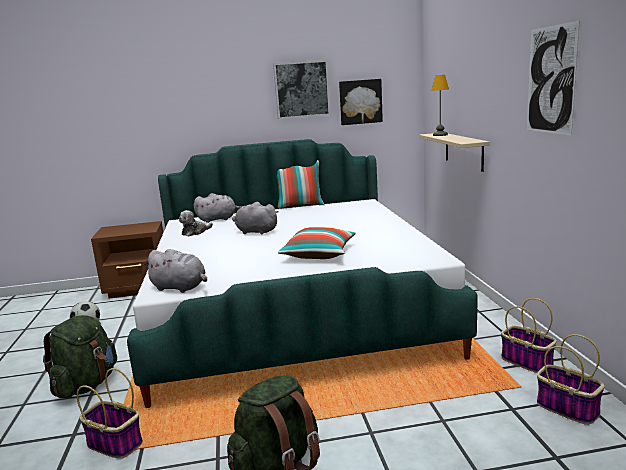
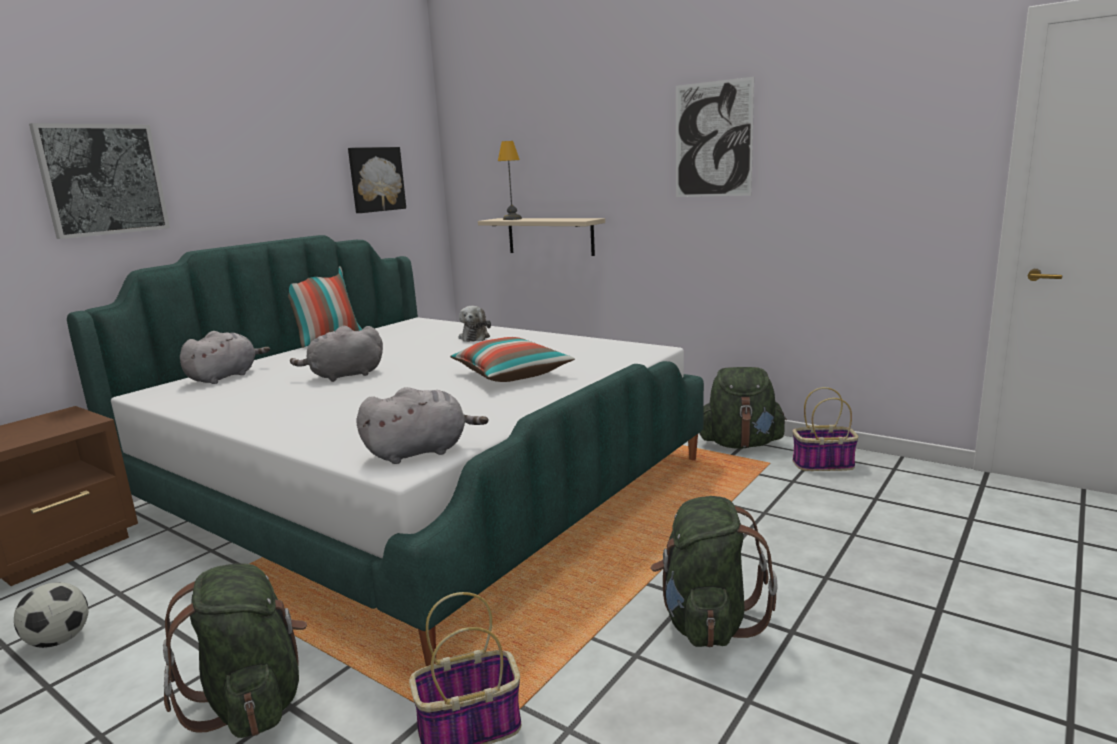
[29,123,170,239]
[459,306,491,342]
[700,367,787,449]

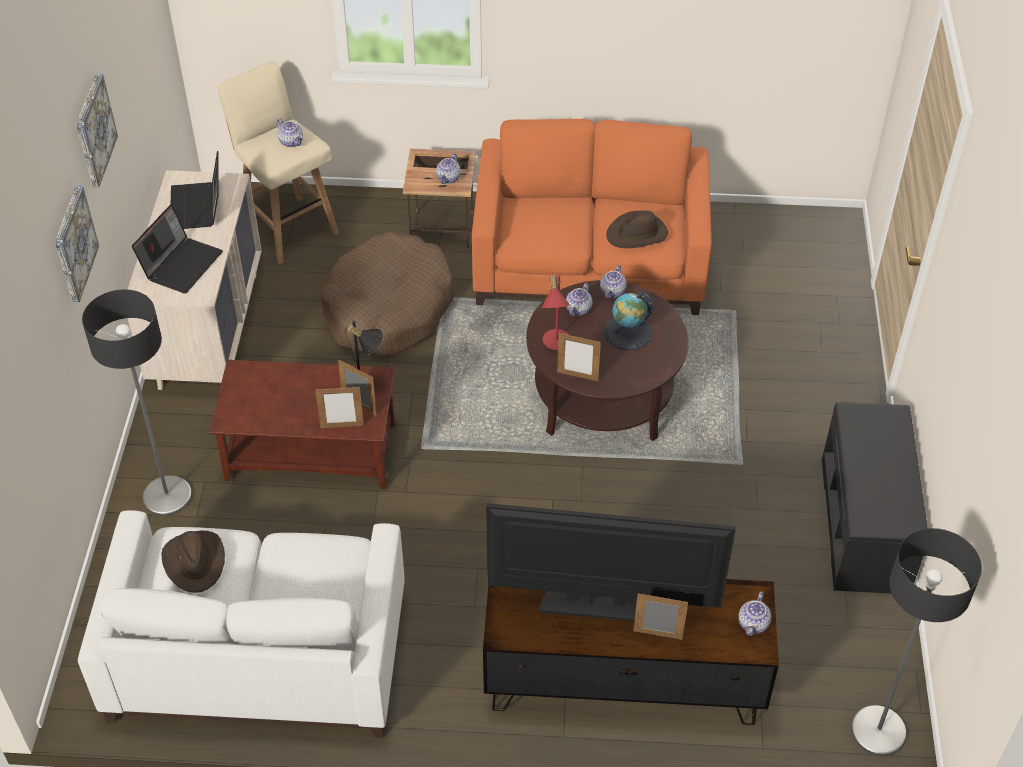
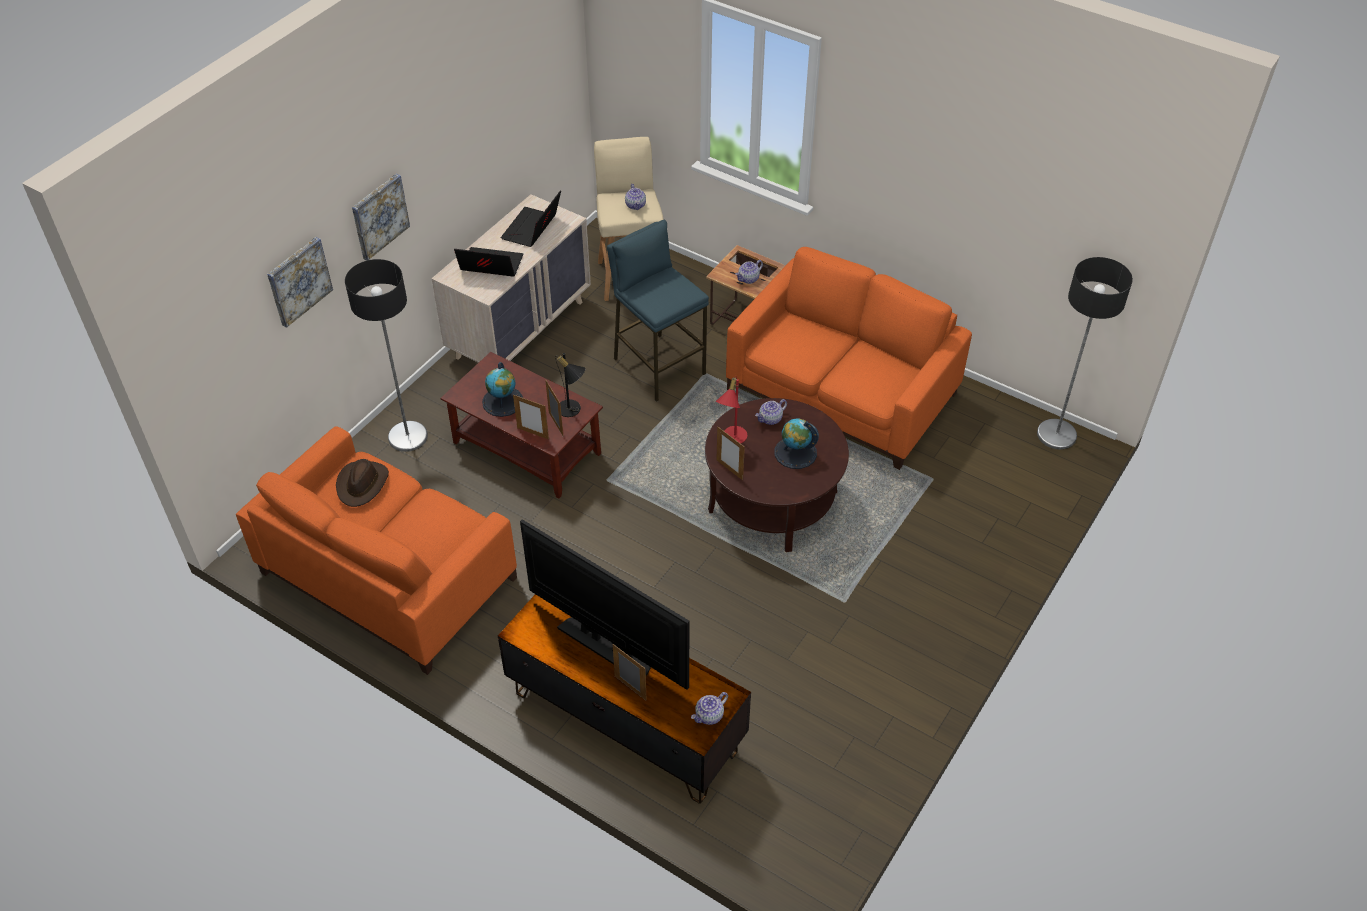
[236,426,517,675]
[267,237,333,328]
[454,247,523,277]
[482,362,523,417]
[607,220,709,402]
[1037,257,1133,449]
[600,265,627,299] (first image)
[607,211,668,248] (first image)
[822,402,928,594] (first image)

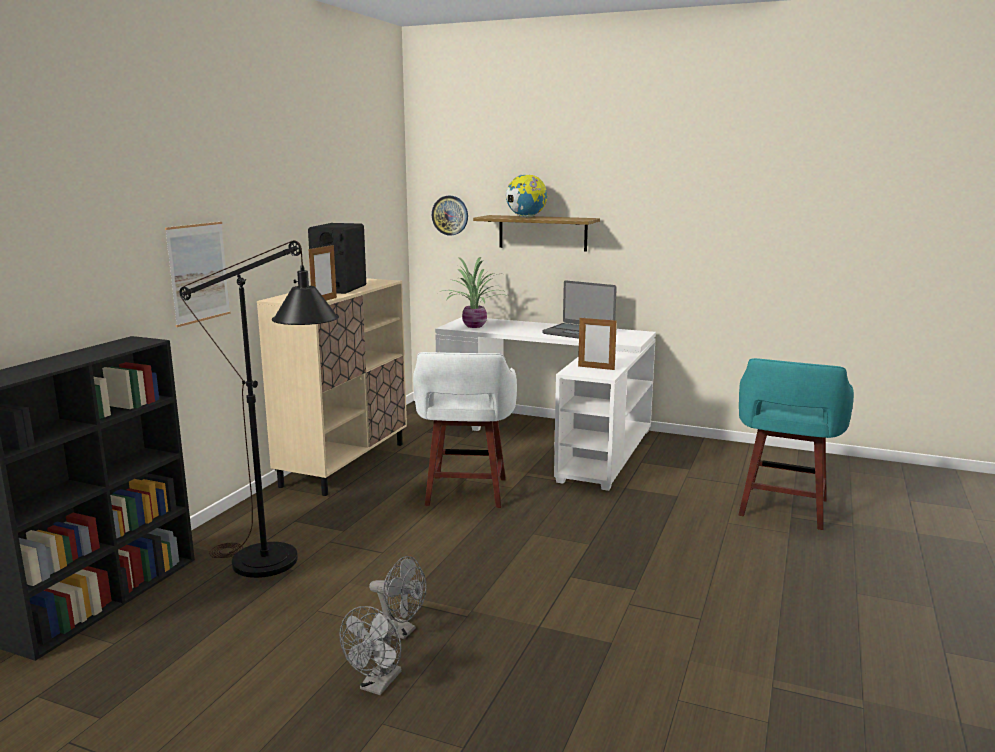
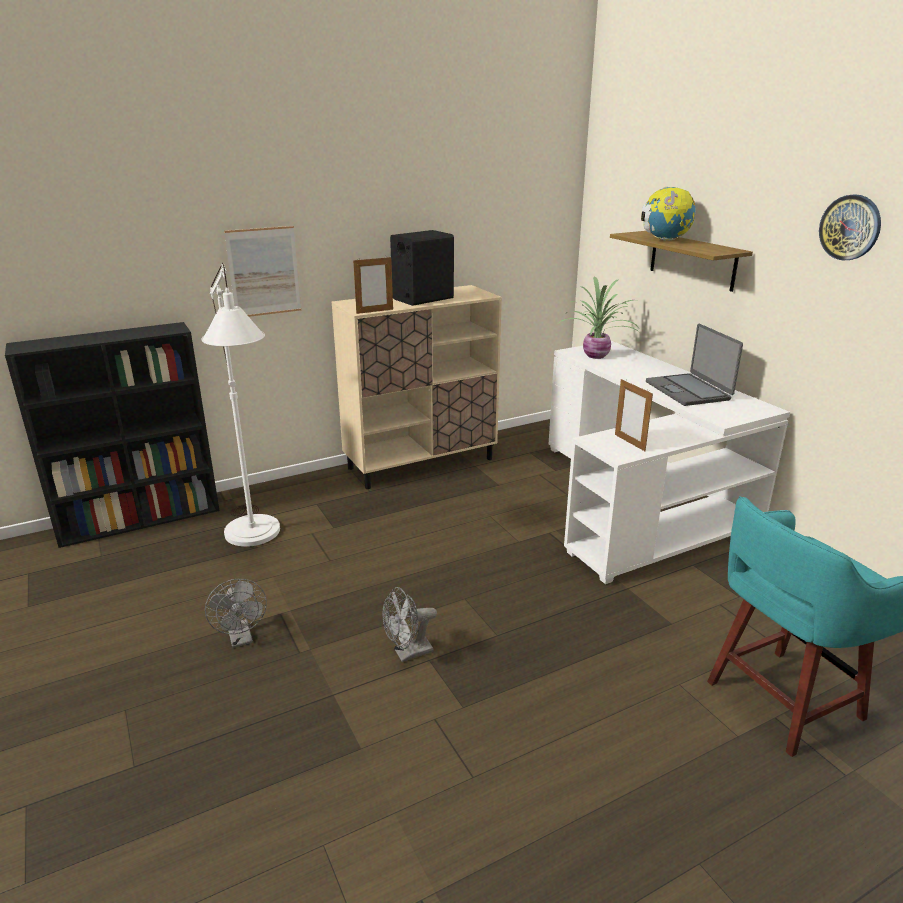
[201,263,280,547]
[382,587,437,662]
[819,194,881,260]
[413,352,517,508] (first image)

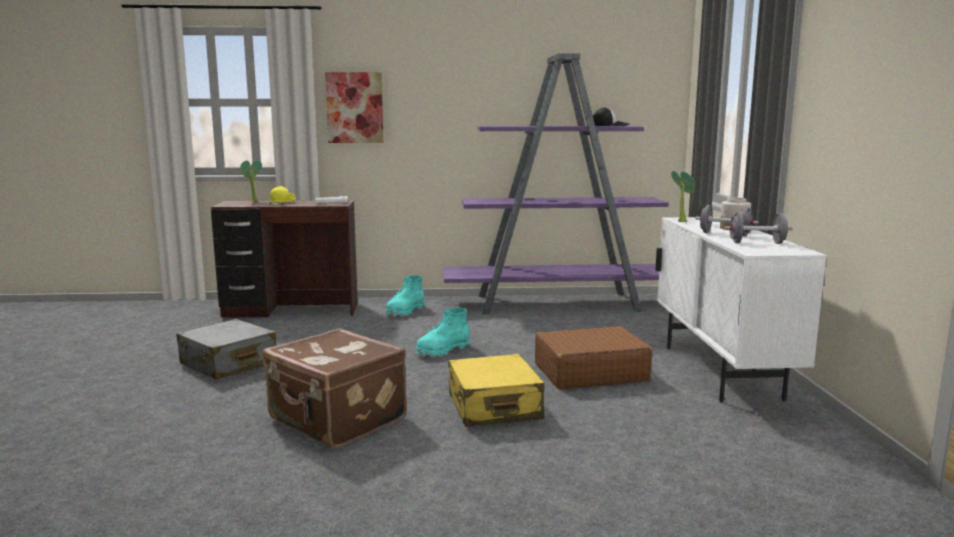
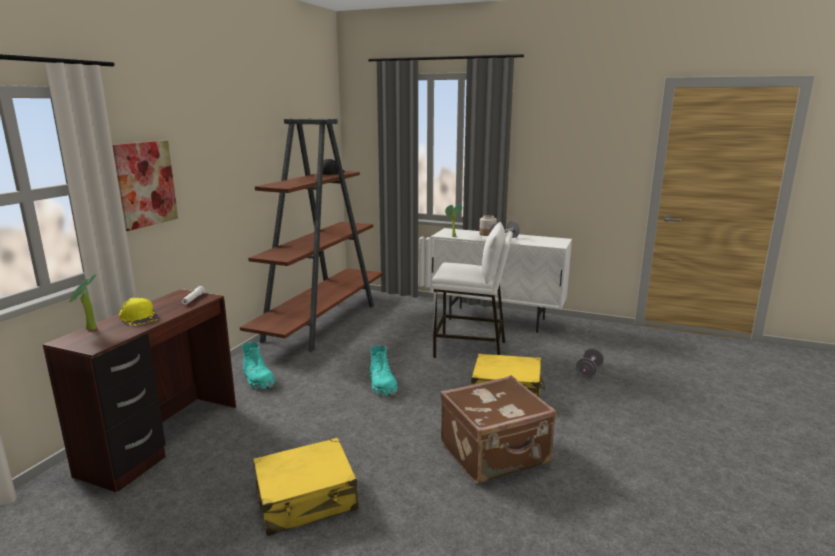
[240,118,383,352]
[253,438,359,536]
[432,222,513,358]
[576,348,604,378]

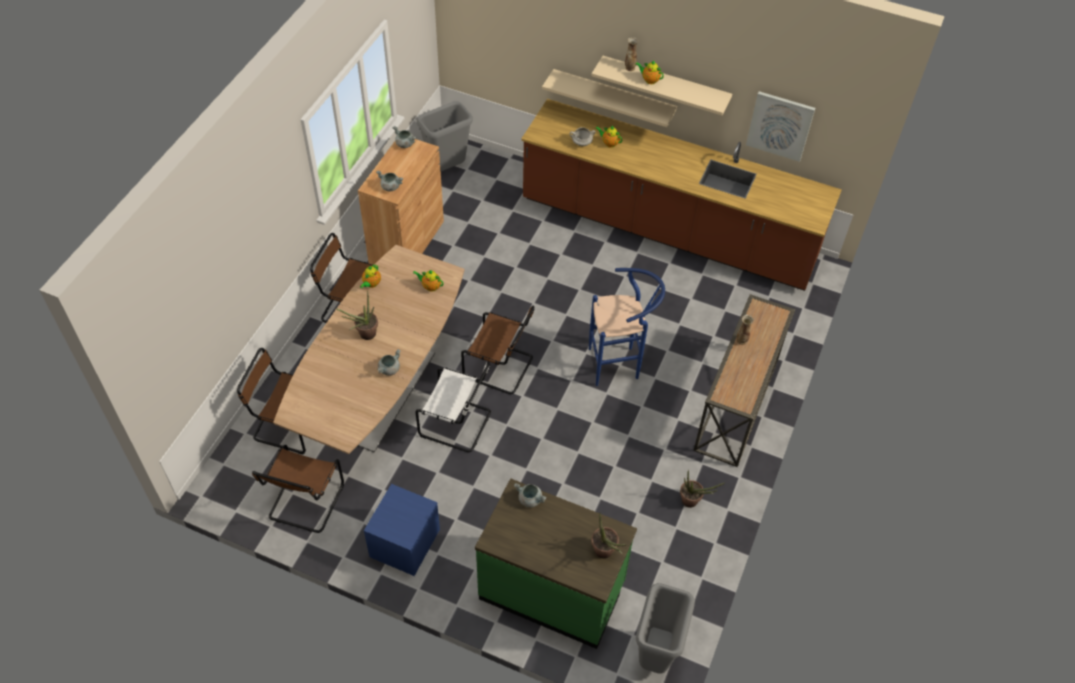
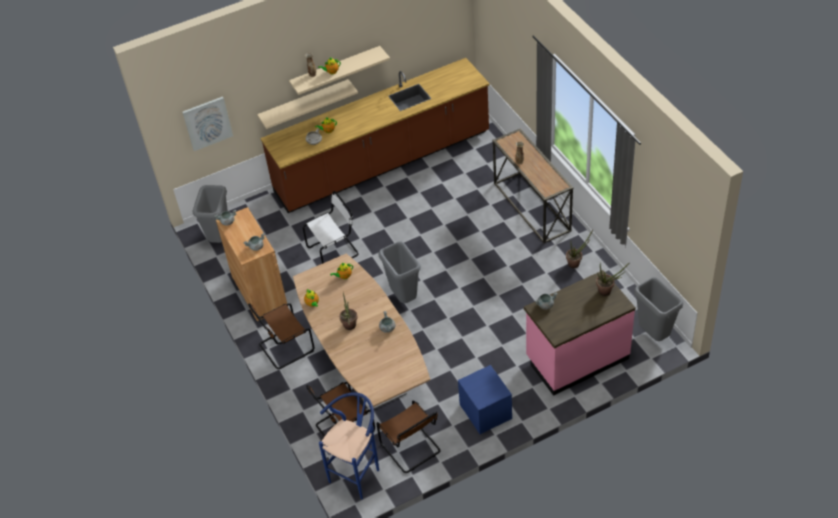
[183,96,233,151]
[303,191,359,264]
[319,392,379,500]
[379,241,421,303]
[524,270,636,396]

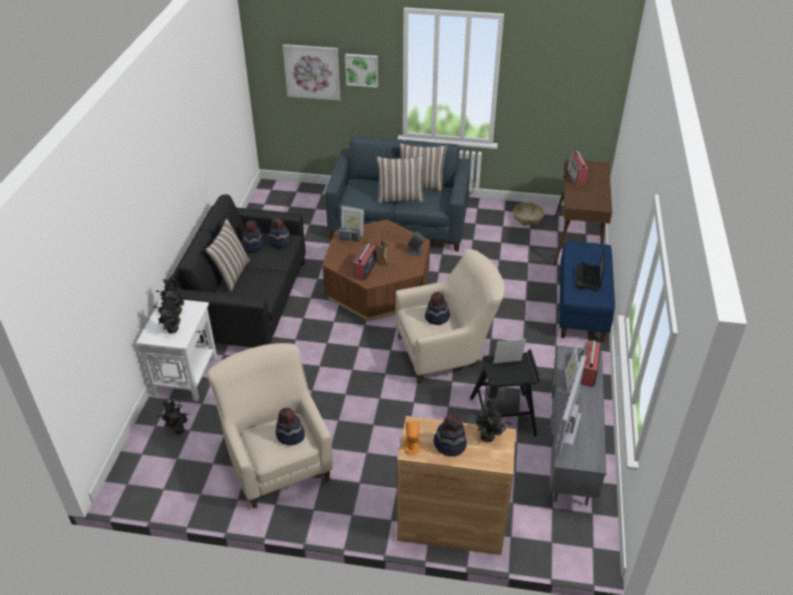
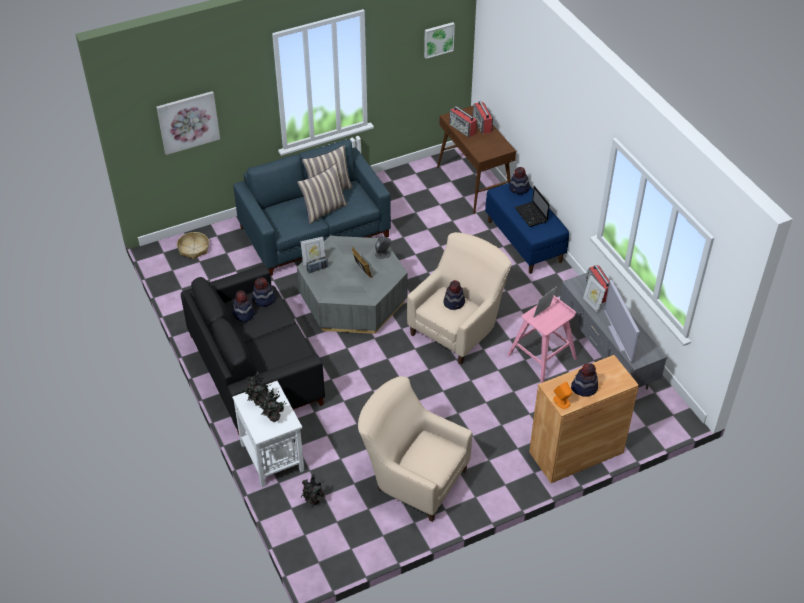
[177,232,209,259]
[297,236,408,334]
[424,22,455,59]
[472,101,493,134]
[507,296,577,383]
[509,167,530,194]
[205,218,250,292] (first image)
[473,398,512,442] (first image)

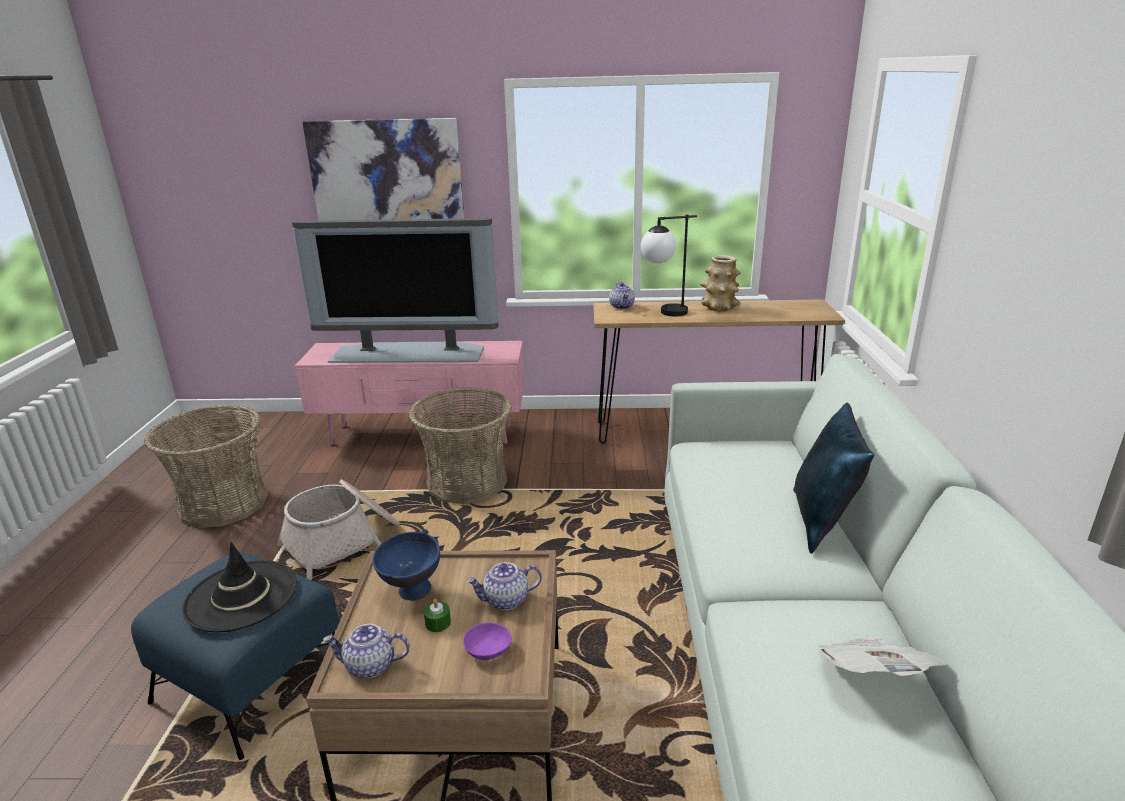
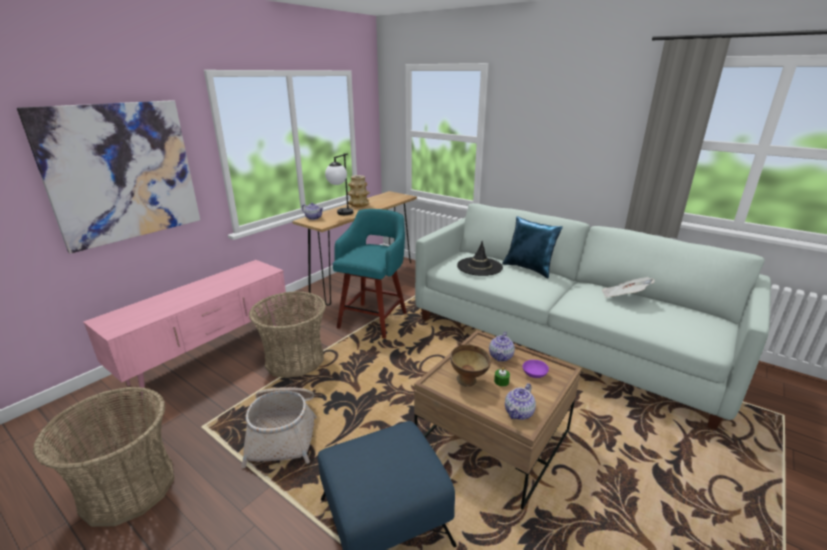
[333,209,407,339]
[450,343,491,387]
[457,241,503,276]
[292,218,499,363] (first image)

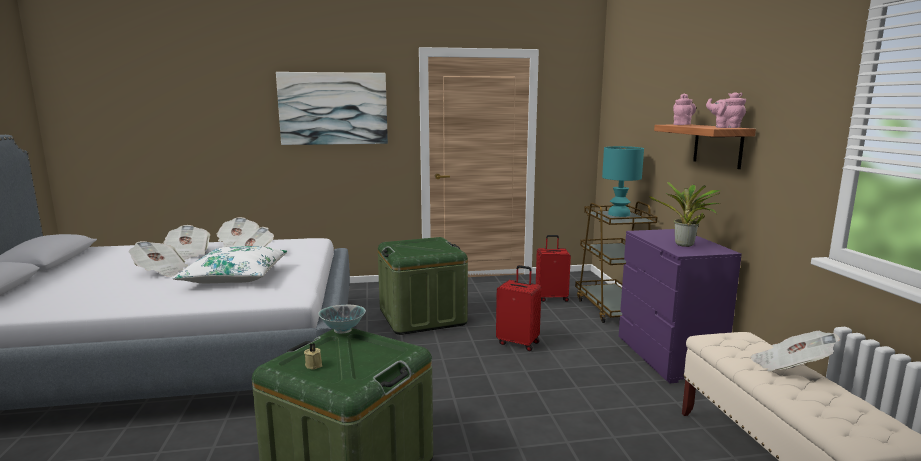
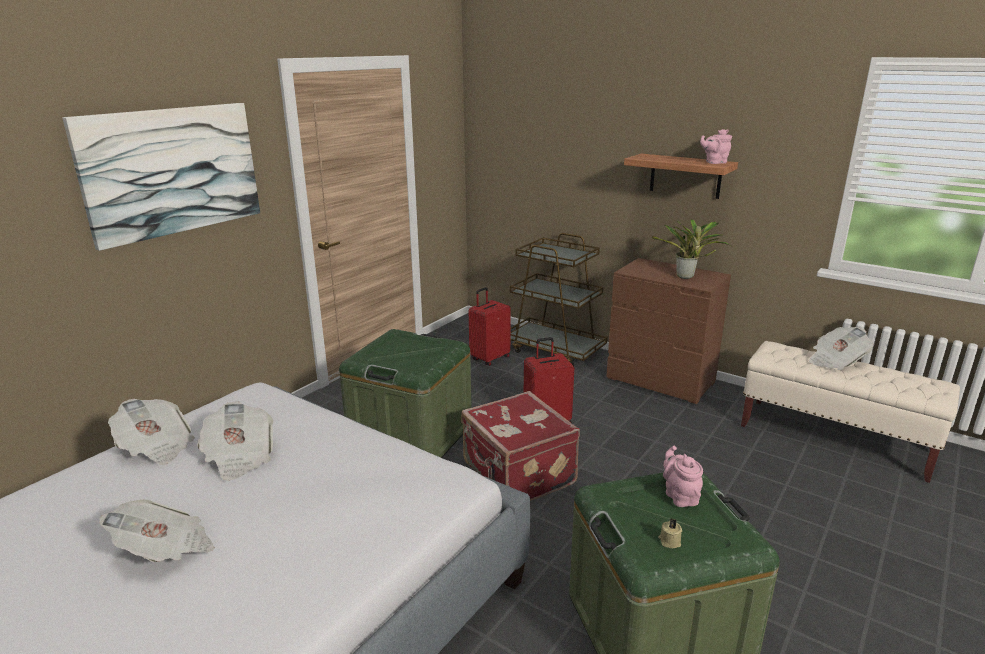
[461,391,580,501]
[606,258,731,404]
[663,446,703,507]
[163,225,210,260] (first image)
[173,246,287,283] (first image)
[319,305,366,334] (first image)
[602,146,644,217] (first image)

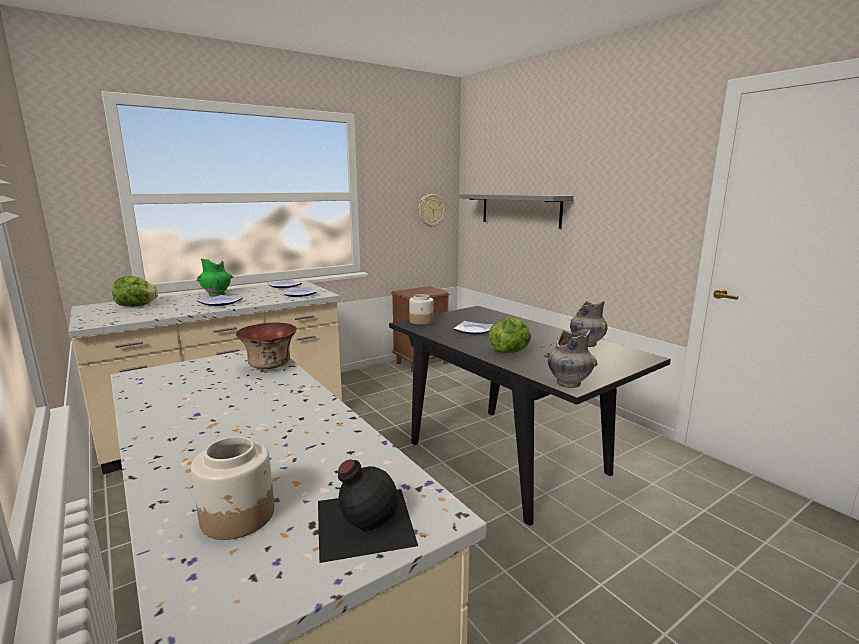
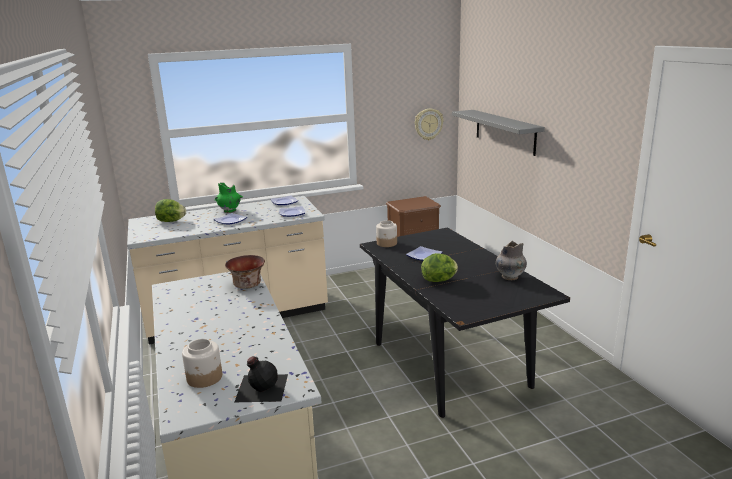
[544,329,597,388] (first image)

